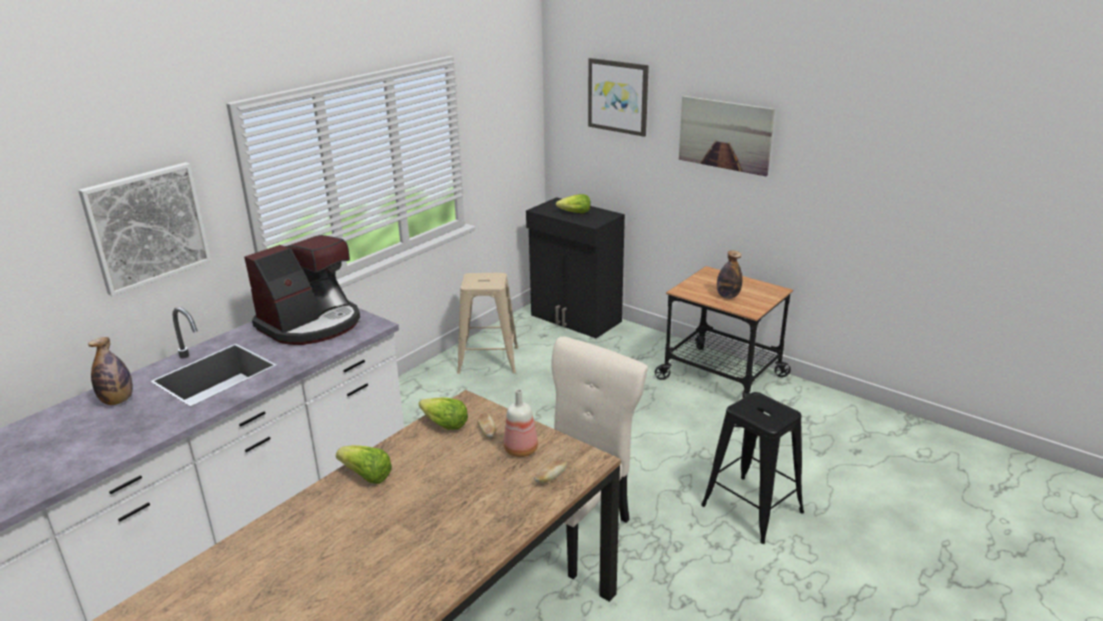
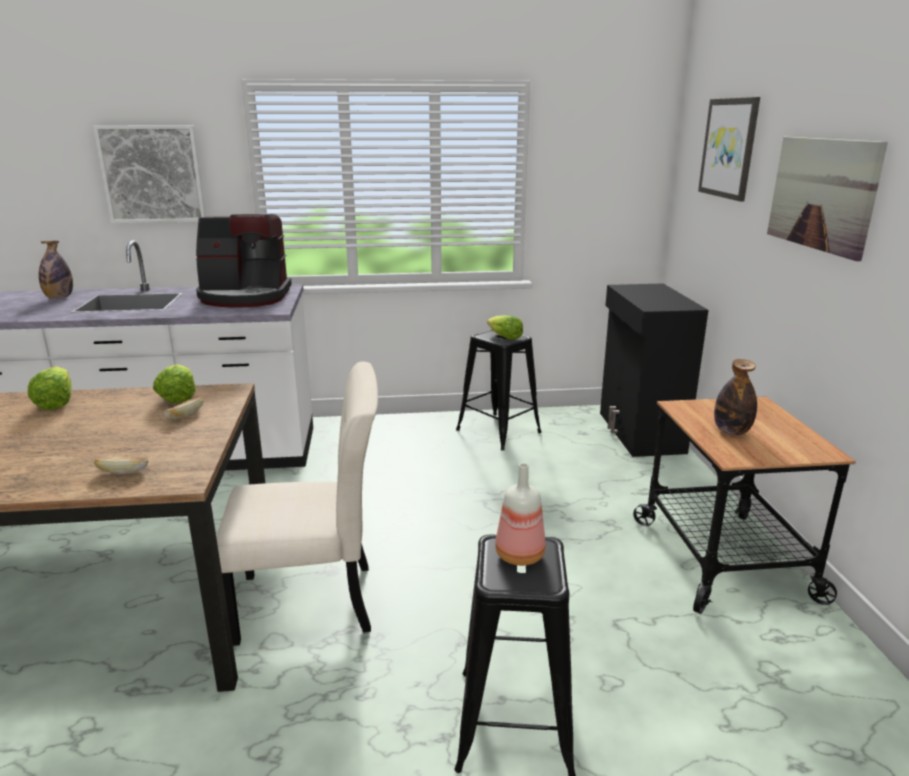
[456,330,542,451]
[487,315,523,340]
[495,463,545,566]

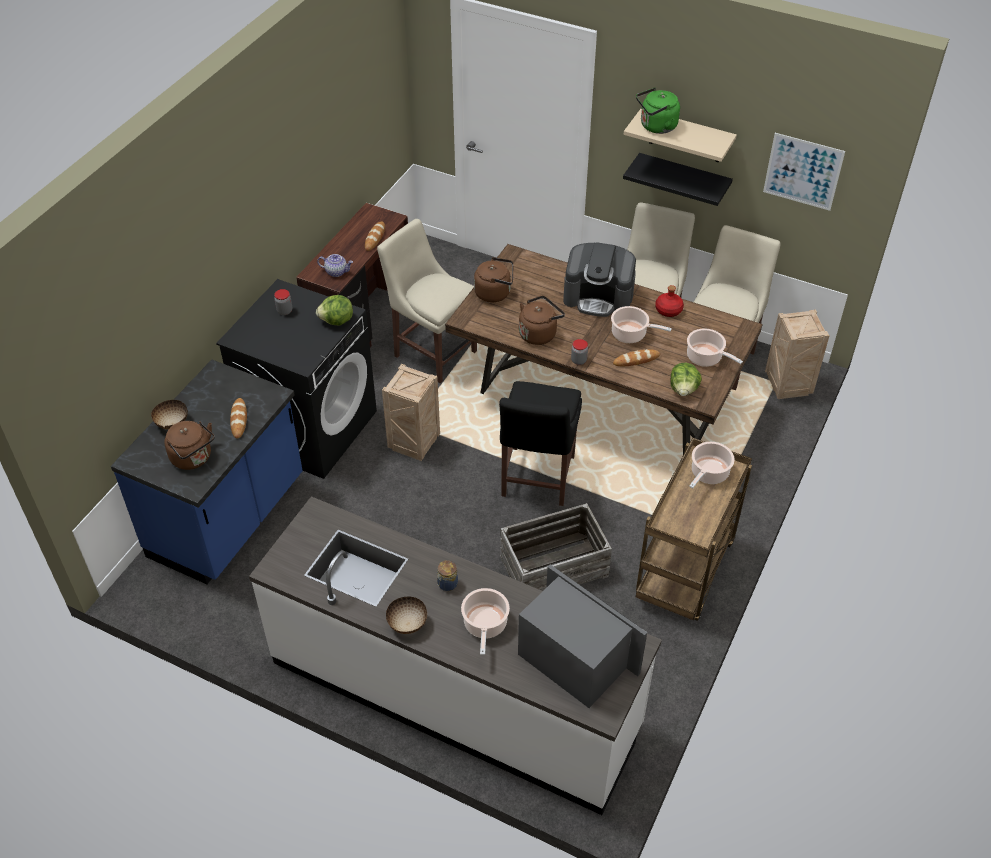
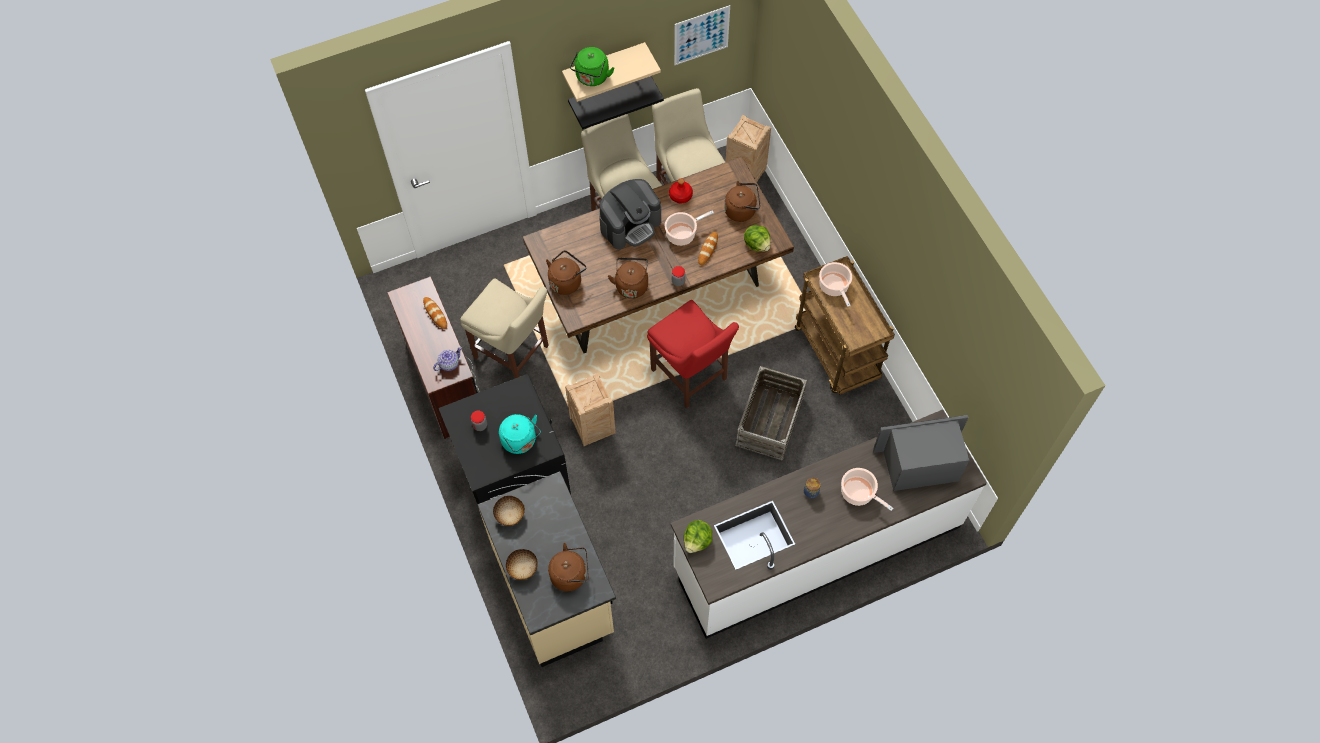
[460,278,549,378]
[478,471,616,667]
[493,496,525,526]
[499,414,541,454]
[647,300,739,408]
[684,520,713,553]
[724,181,761,222]
[230,398,247,439] (first image)

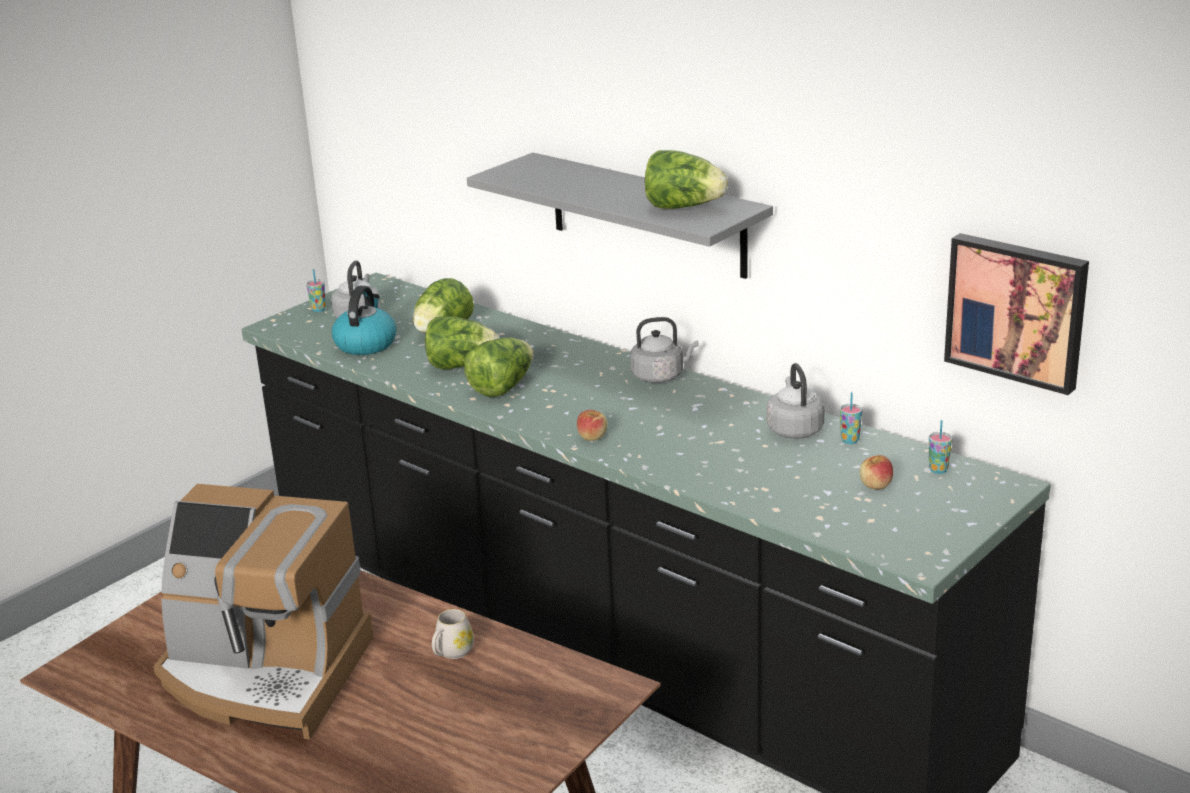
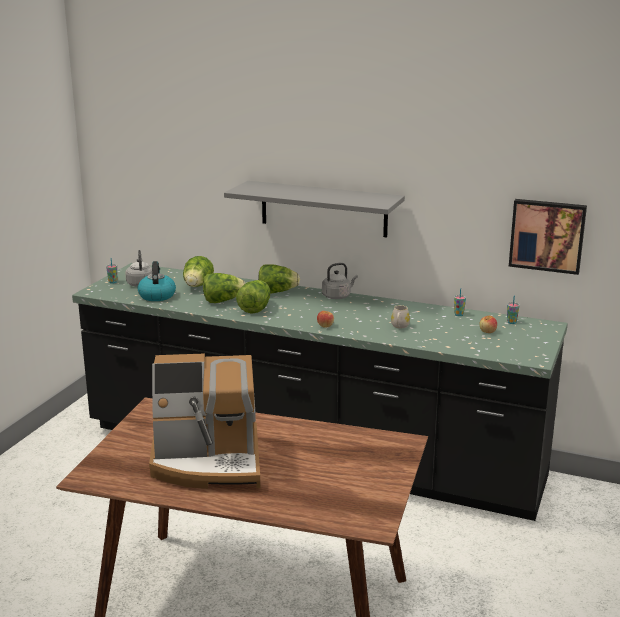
[258,264,300,294]
[391,305,410,328]
[767,363,825,439] (first image)

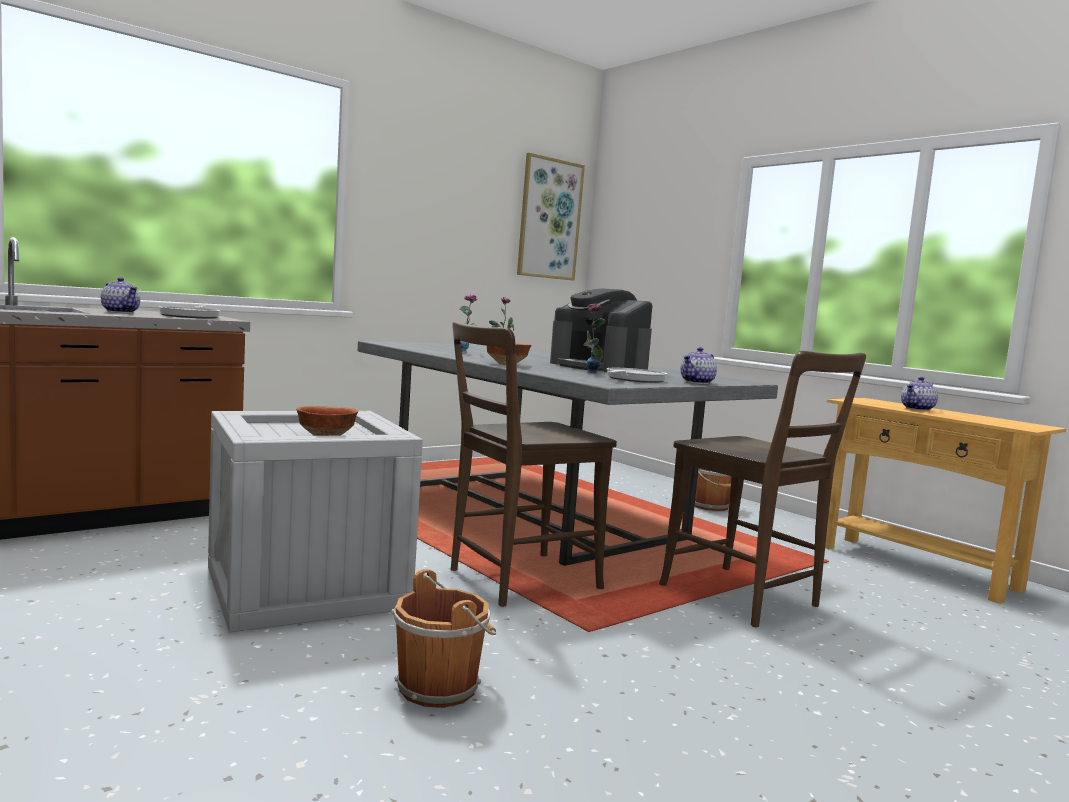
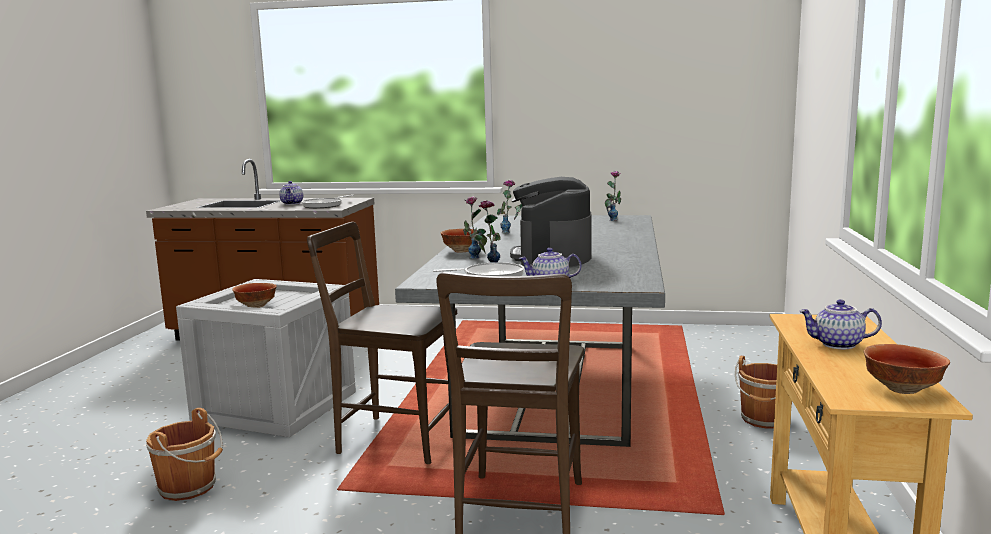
[463,196,487,259]
[864,344,950,394]
[517,153,585,281] (first image)

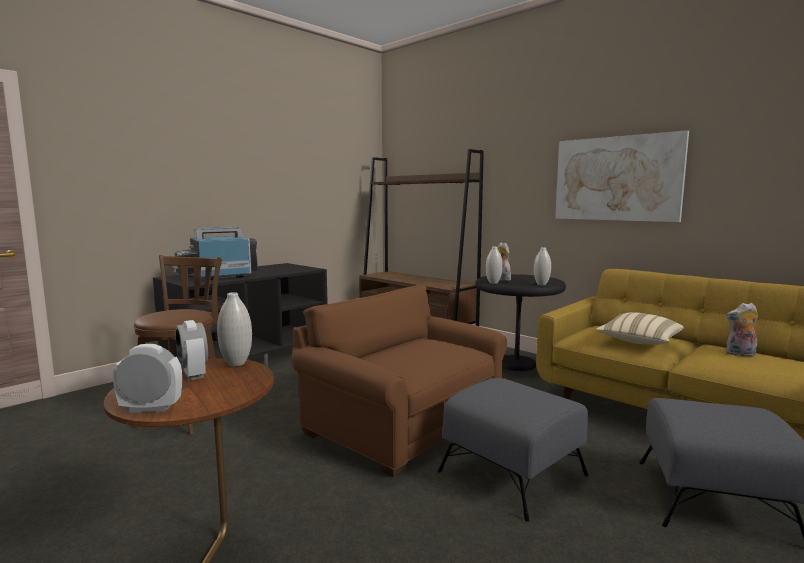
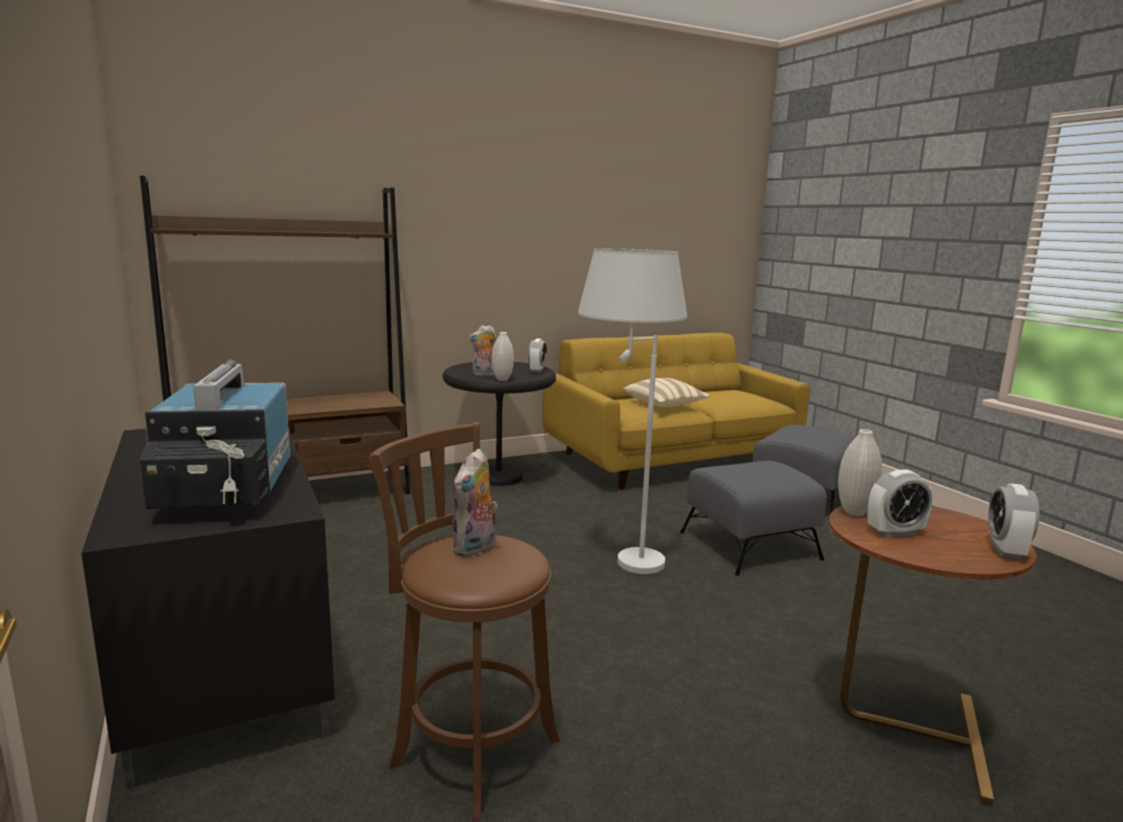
[451,448,498,557]
[528,338,547,373]
[578,249,687,574]
[555,130,689,222] (first image)

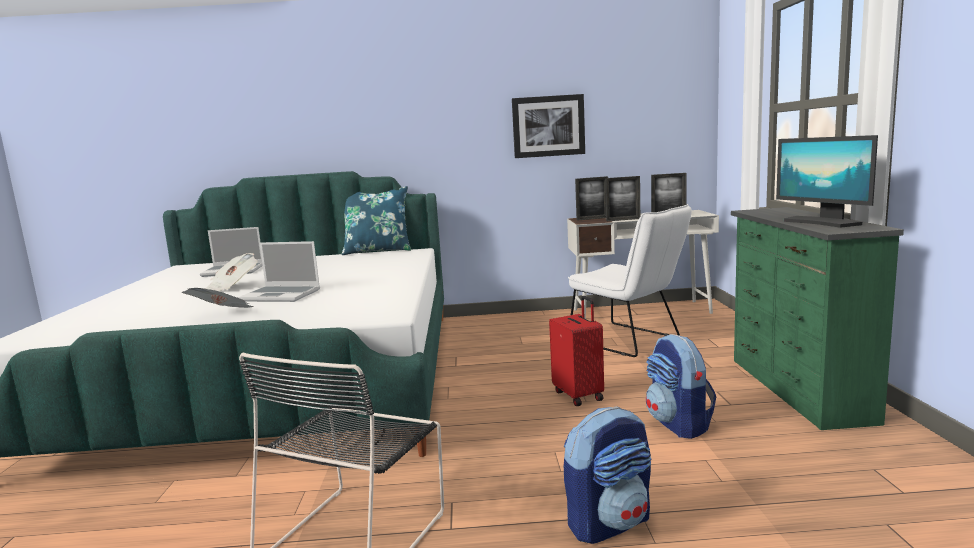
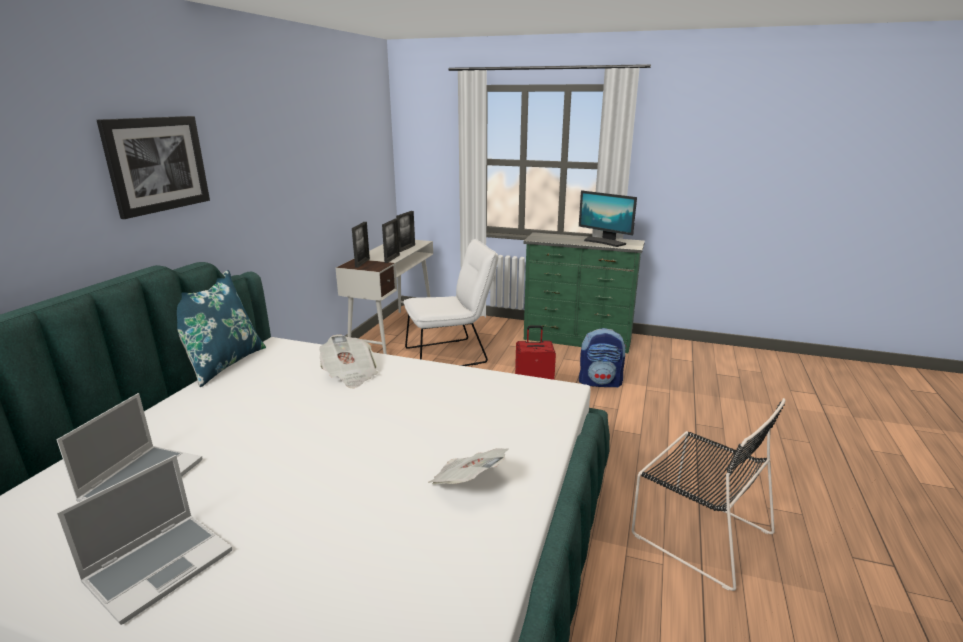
[57,455,232,625]
[97,116,210,219]
[319,334,378,389]
[579,190,637,247]
[564,406,651,544] (first image)

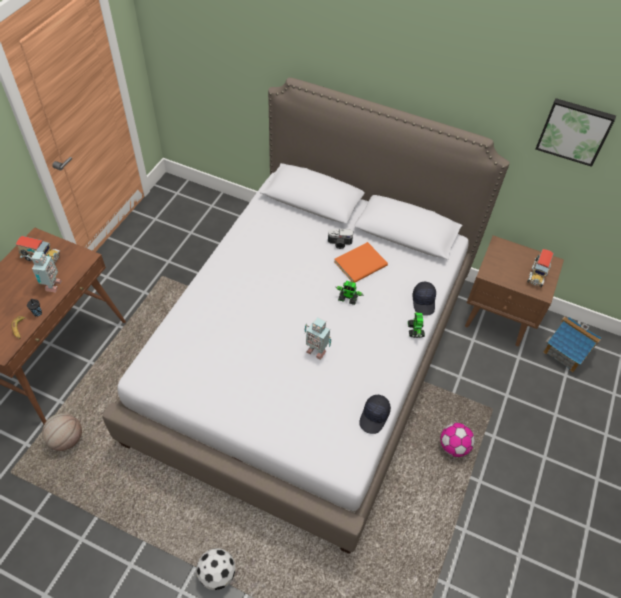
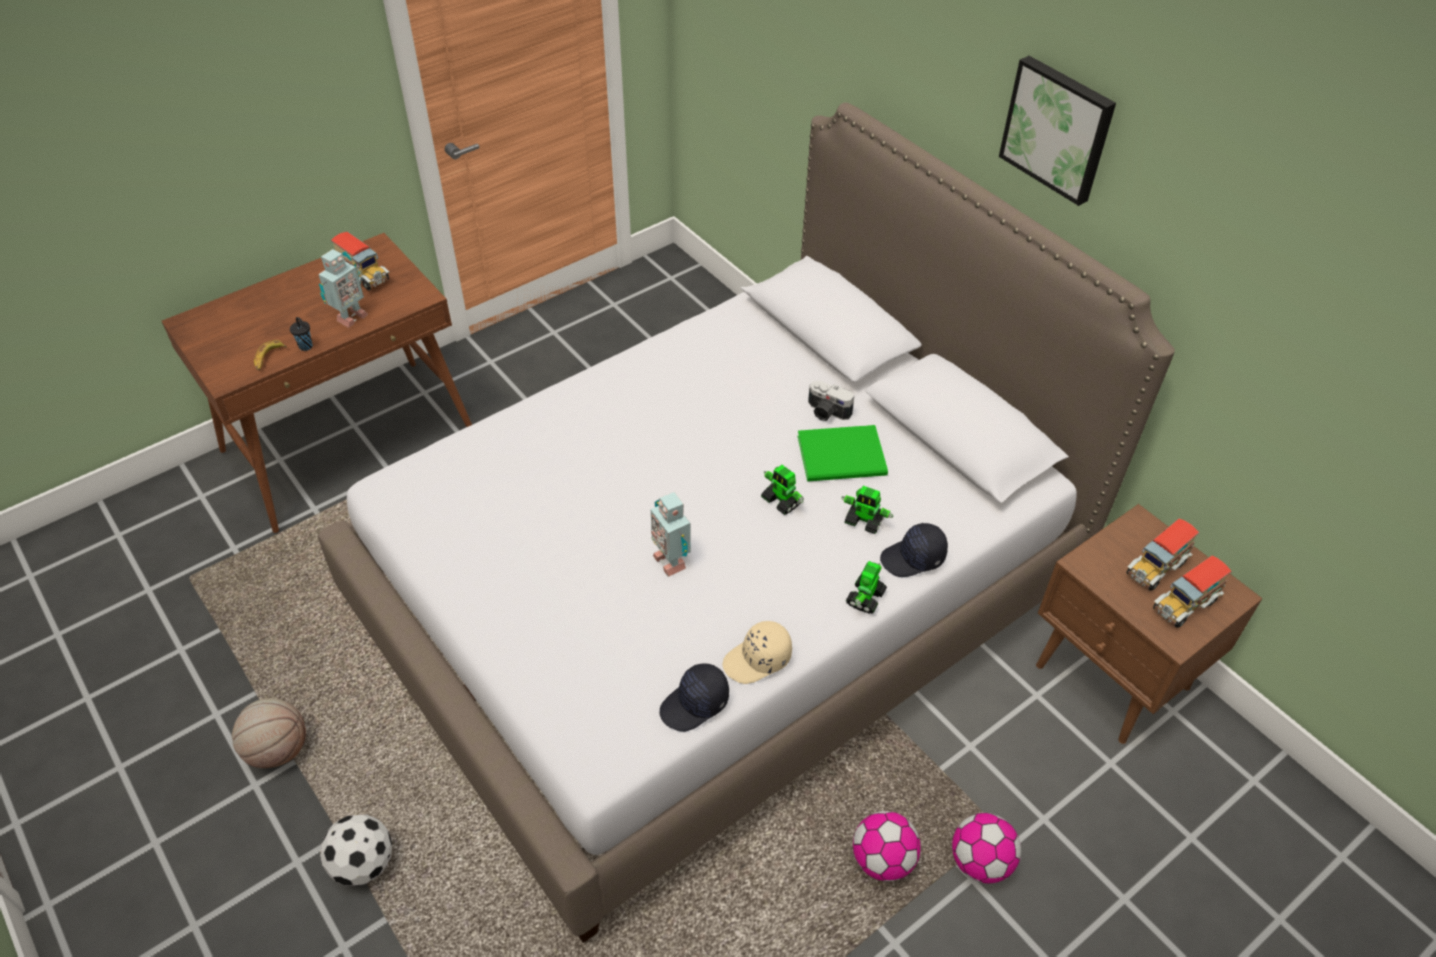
[232,698,306,768]
[723,621,792,684]
[798,425,888,482]
[841,486,893,534]
[880,523,948,577]
[952,813,1021,883]
[999,56,1116,206]
[1126,518,1199,591]
[543,316,601,372] (first image)

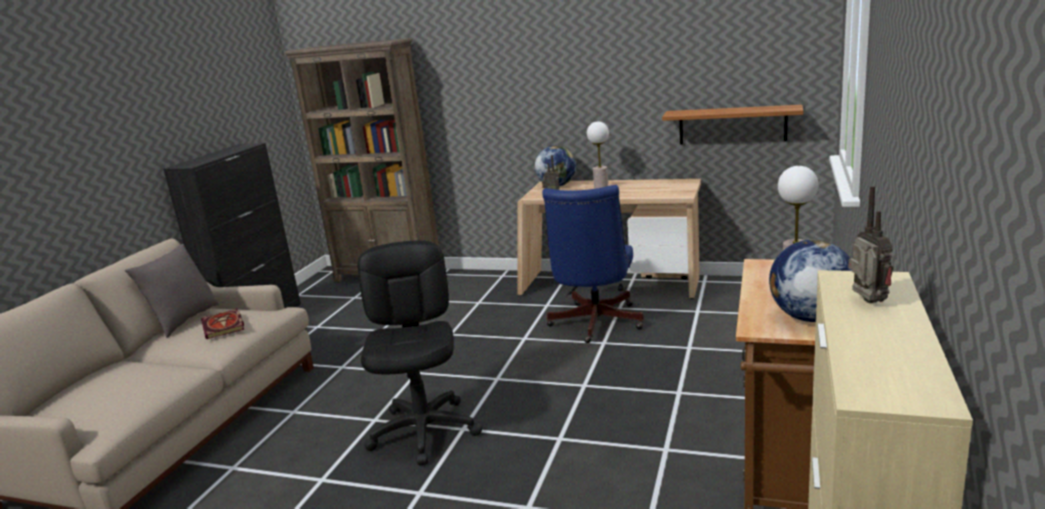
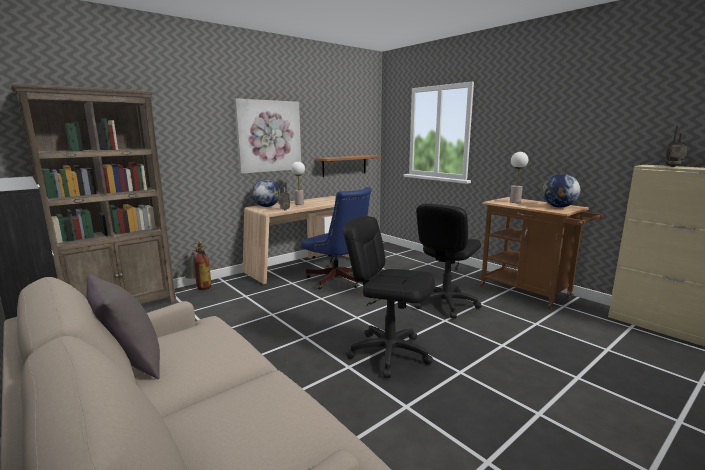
[185,242,212,290]
[234,98,301,174]
[414,203,482,318]
[201,309,244,339] (first image)

